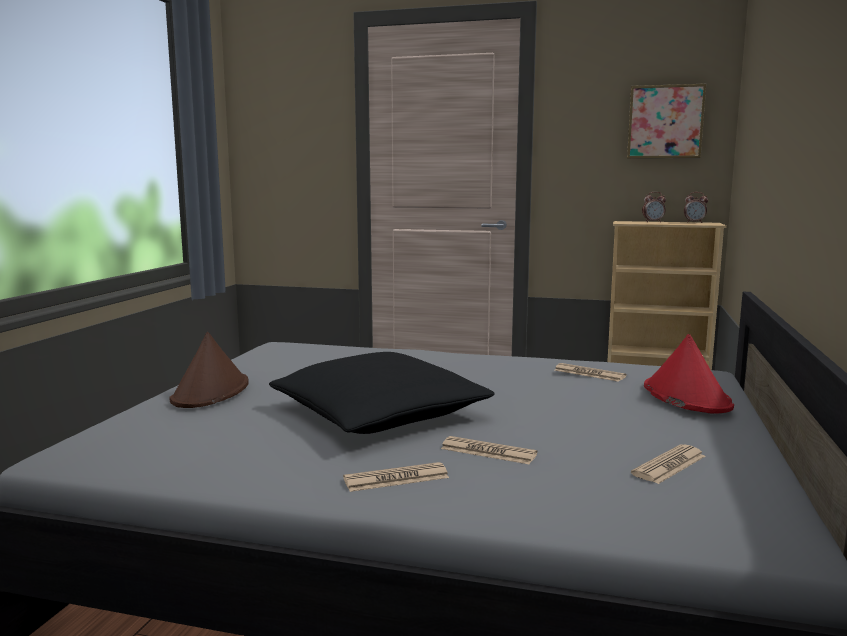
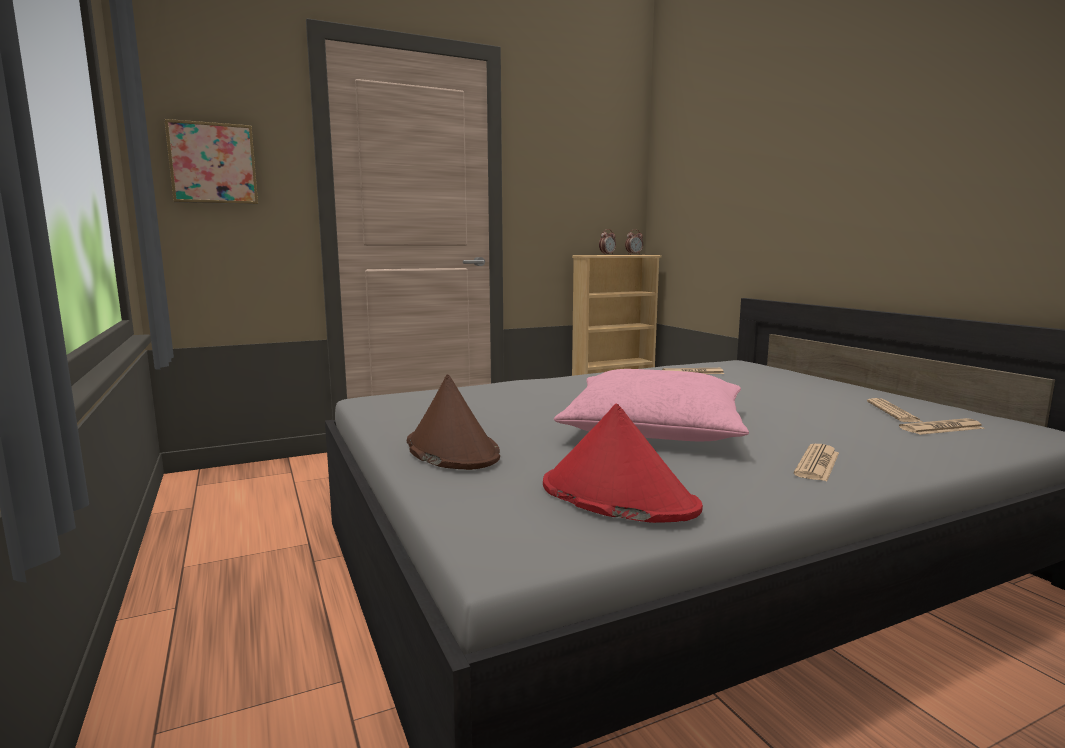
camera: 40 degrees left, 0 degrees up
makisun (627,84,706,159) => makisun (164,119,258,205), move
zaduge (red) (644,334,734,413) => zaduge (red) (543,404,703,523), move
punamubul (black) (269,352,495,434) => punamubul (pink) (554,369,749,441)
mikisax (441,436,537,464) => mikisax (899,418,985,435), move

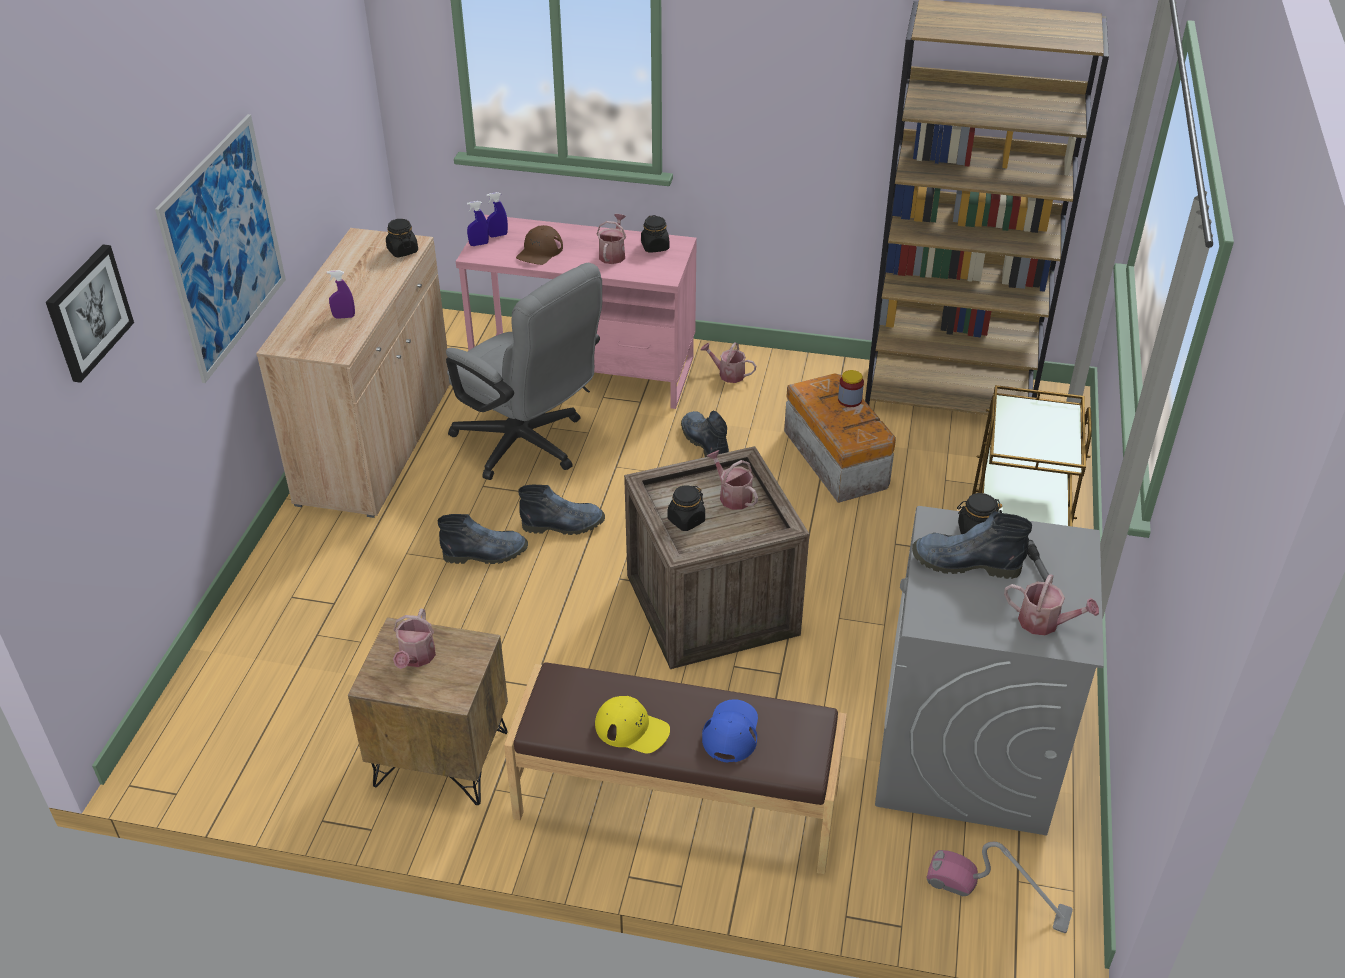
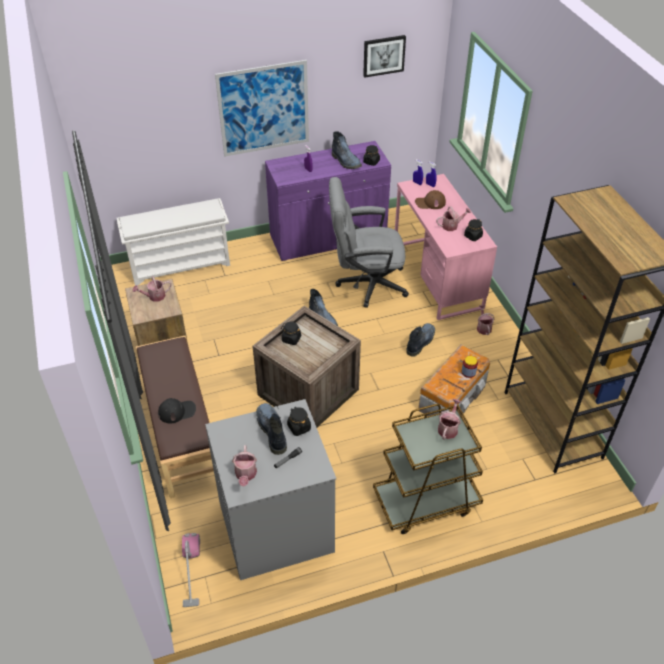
camera: 60 degrees right, 5 degrees up
nothing => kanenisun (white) (117,198,230,285)
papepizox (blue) (702,699,758,763) => papepizox (black) (158,398,196,423)
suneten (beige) (256,228,450,518) => suneten (purple) (265,141,391,261)
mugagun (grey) (446,263,602,480) => mugagun (grey) (329,177,409,308), 75 degrees clockwise
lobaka (438,514,528,564) => lobaka (332,131,362,169), move
makisun (46,244,134,383) => makisun (363,35,406,78), move
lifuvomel (707,450,758,510) => lifuvomel (438,399,461,439), move
papepizox (yellow) (595,696,670,753) => nothing

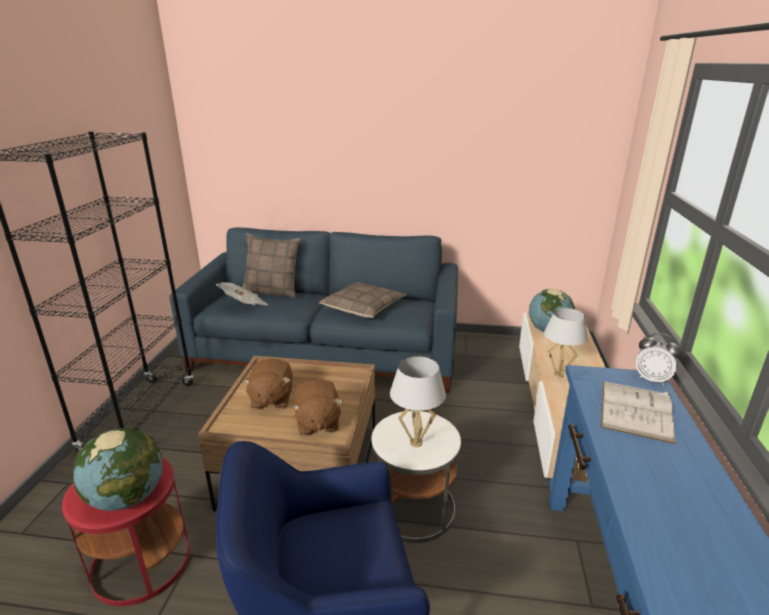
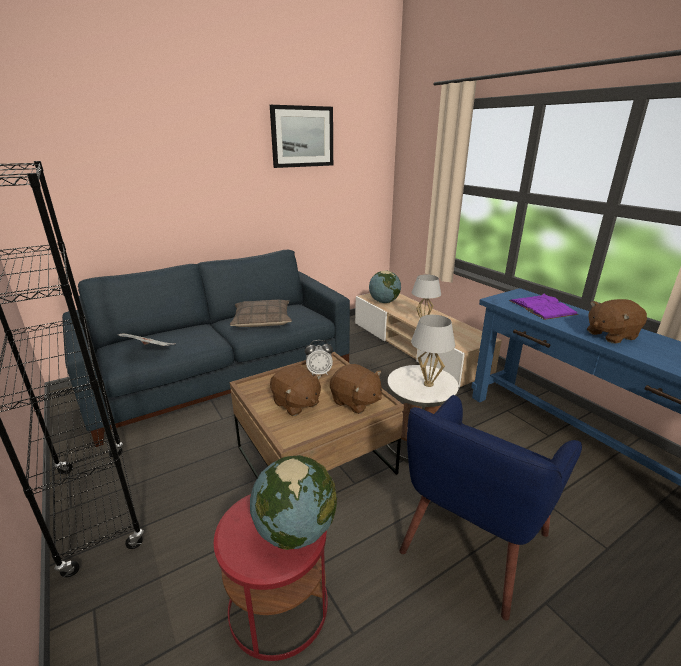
camera: 40 degrees left, 0 degrees up
nothing => makisun (270,105,333,168)
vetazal (635,333,683,386) => vetazal (305,340,333,375), move
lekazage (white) (601,381,676,444) => lekazage (purple) (509,294,578,320)
nothing => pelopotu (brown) (587,299,647,344)
punamubul (242,233,301,298) => nothing

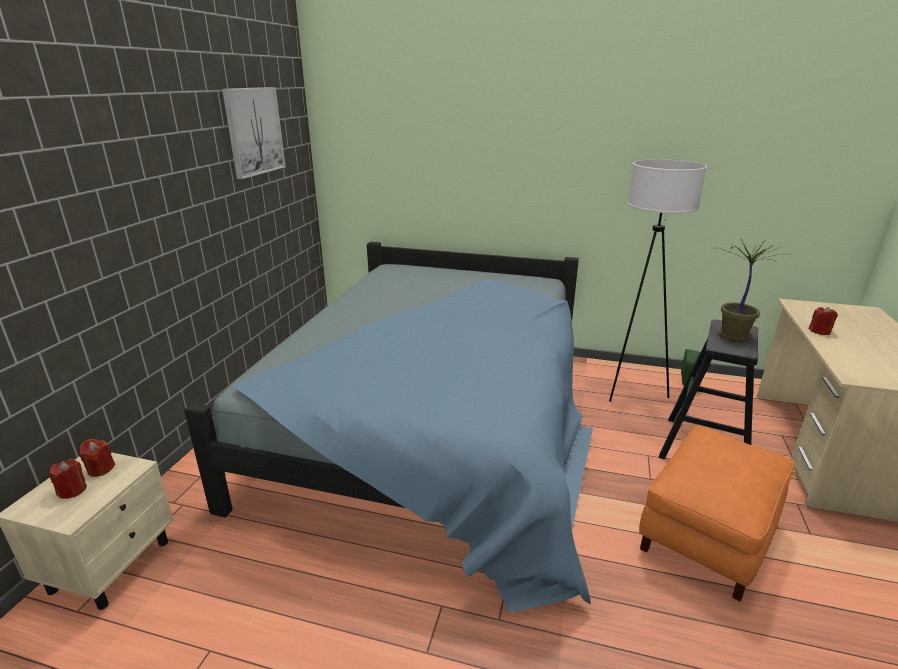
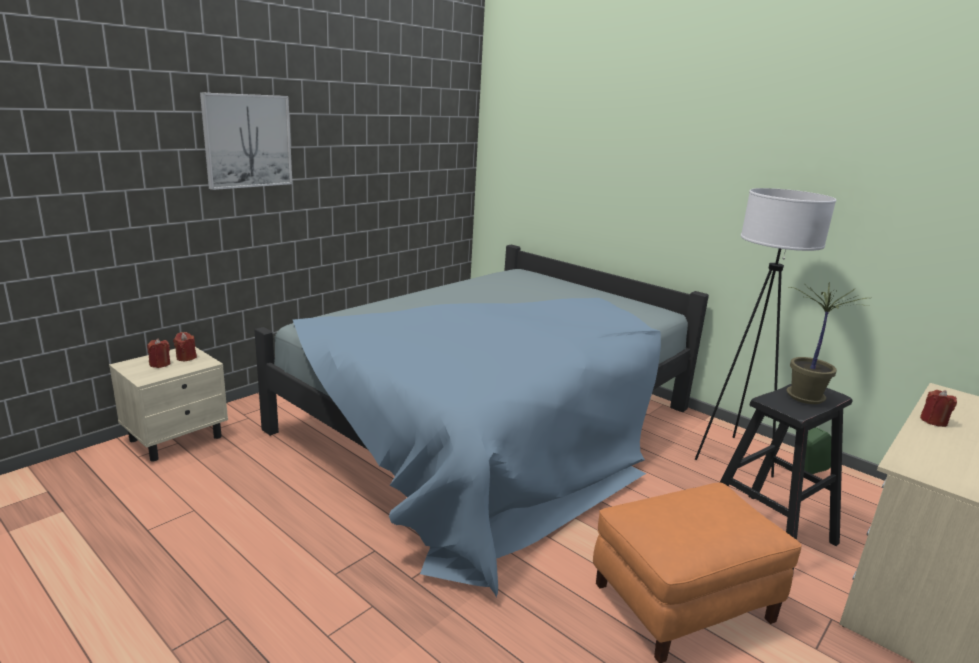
camera: 25 degrees right, 5 degrees down
makisun (222,87,286,179) => makisun (200,92,292,190), move

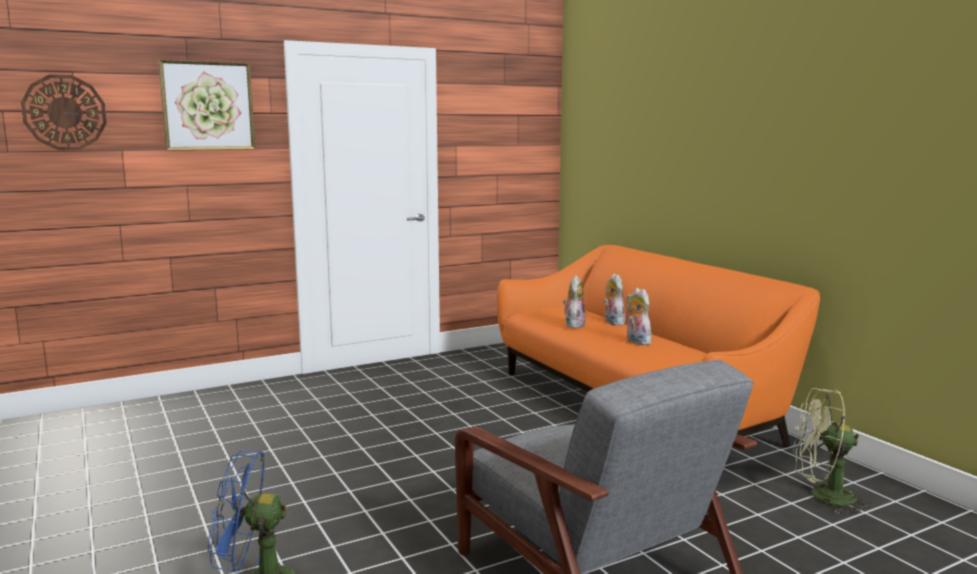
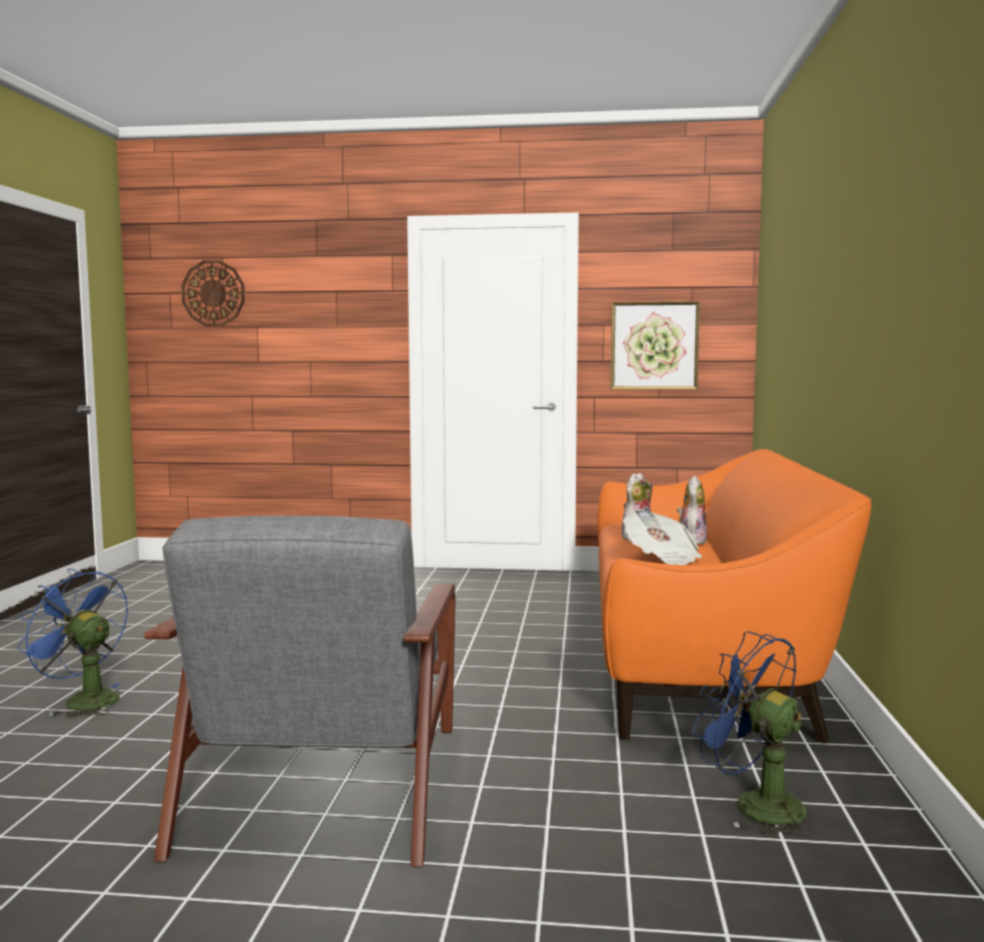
camera: 35 degrees right, 5 degrees down
makisun (158,60,255,151) => makisun (611,301,700,390), move
pelopotu (626,288,652,345) => mikisax (623,509,702,565)
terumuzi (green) (793,388,873,514) => terumuzi (blue) (692,631,815,836)

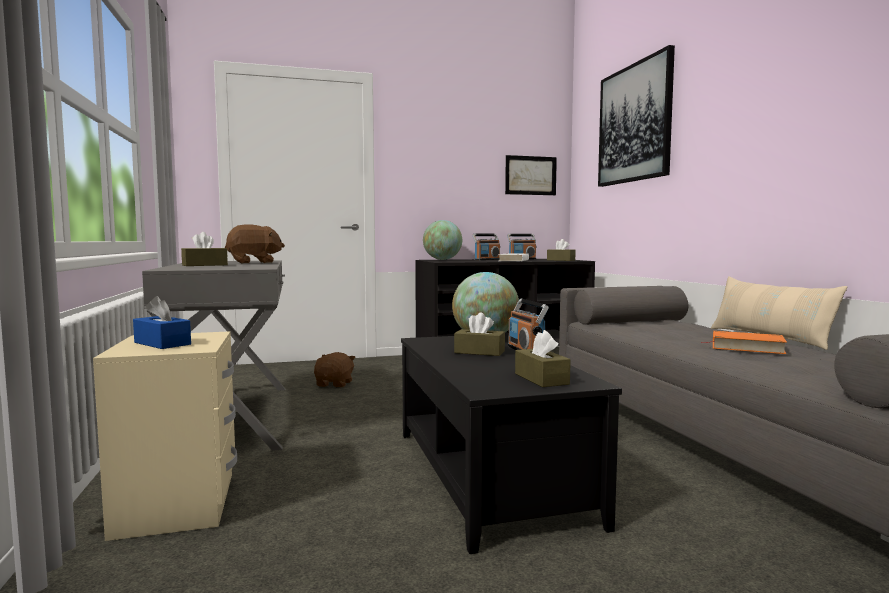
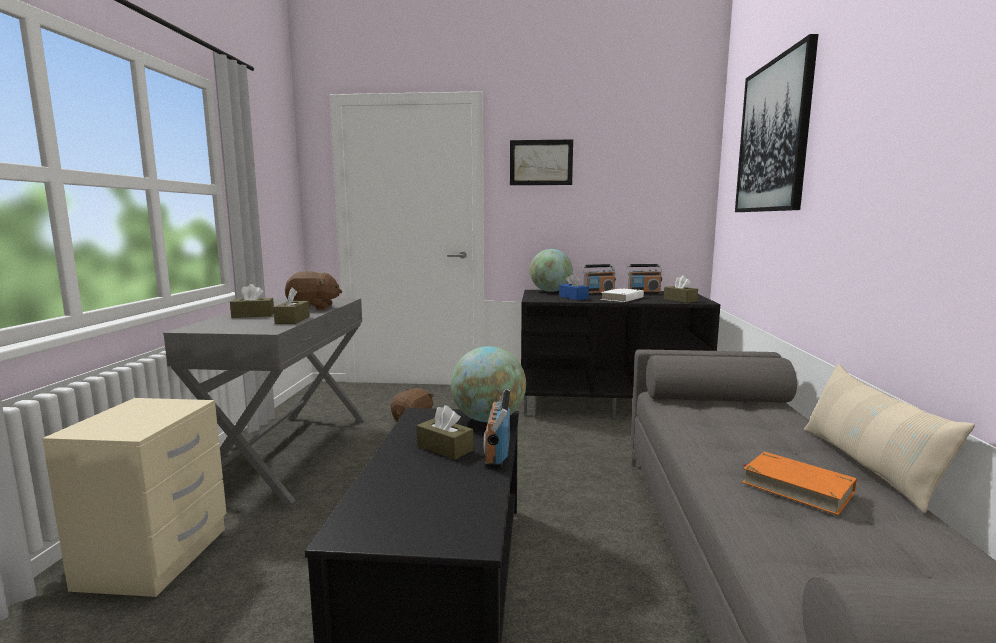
camera: 20 degrees right, 5 degrees up
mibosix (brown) (515,330,571,387) => mibosix (brown) (273,288,310,324), move
makisun (505,155,557,195) => makisun (510,140,573,185), move
mibosix (blue) (133,296,191,349) => mibosix (blue) (559,274,589,300), move

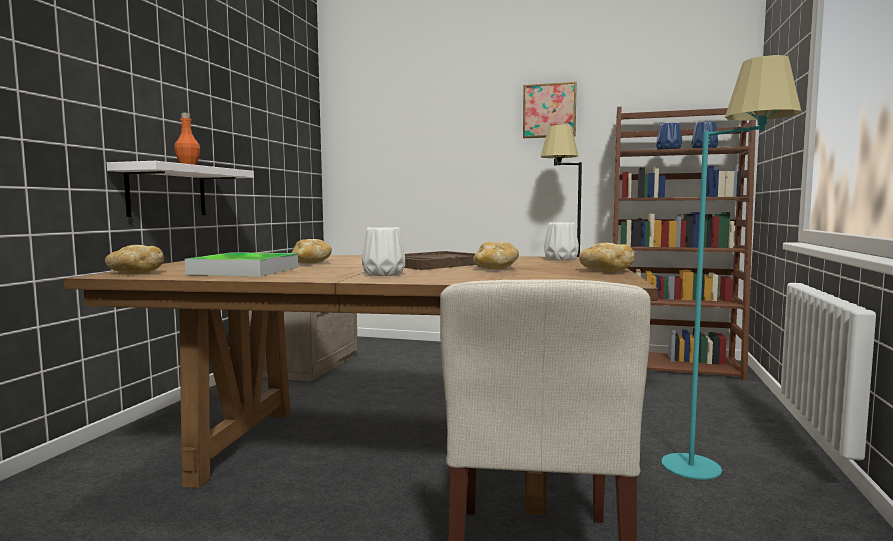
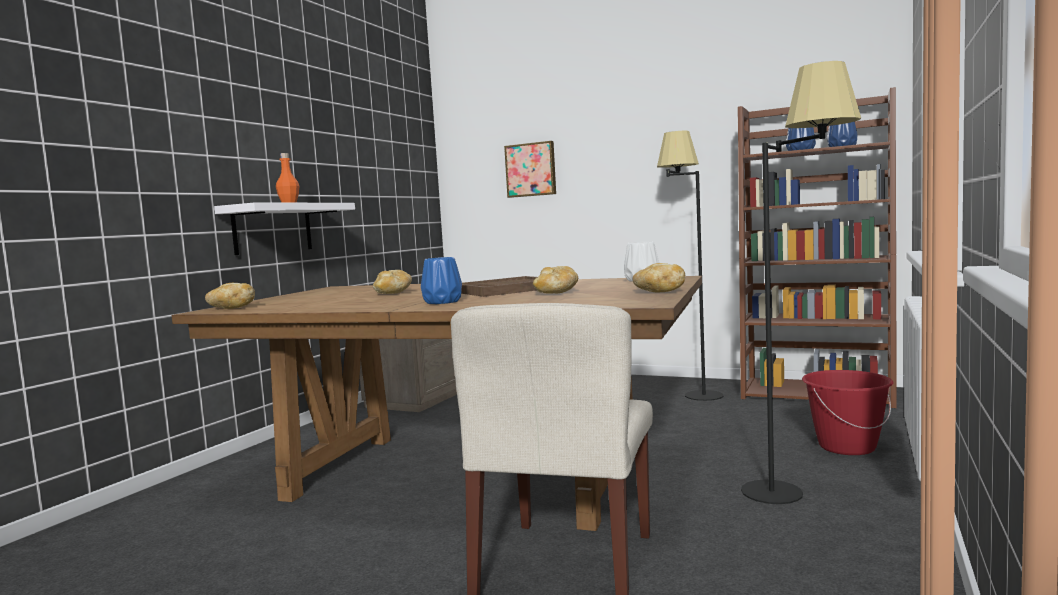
camera: 10 degrees right, 0 degrees up
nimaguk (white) (362,227,405,276) => nimaguk (blue) (421,257,462,304)
makisun (523,82,577,138) => makisun (504,141,556,198), move
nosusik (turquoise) (661,55,802,480) => nosusik (black) (741,61,861,504)
nothing => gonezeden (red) (802,370,893,455)
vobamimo (185,252,298,277) => nothing

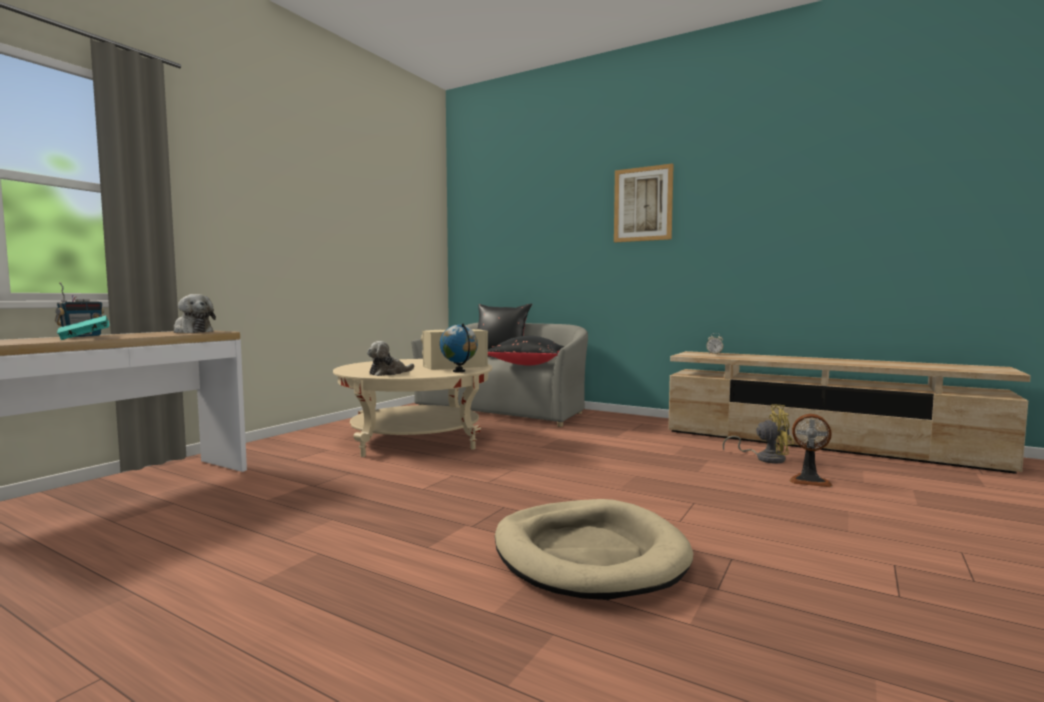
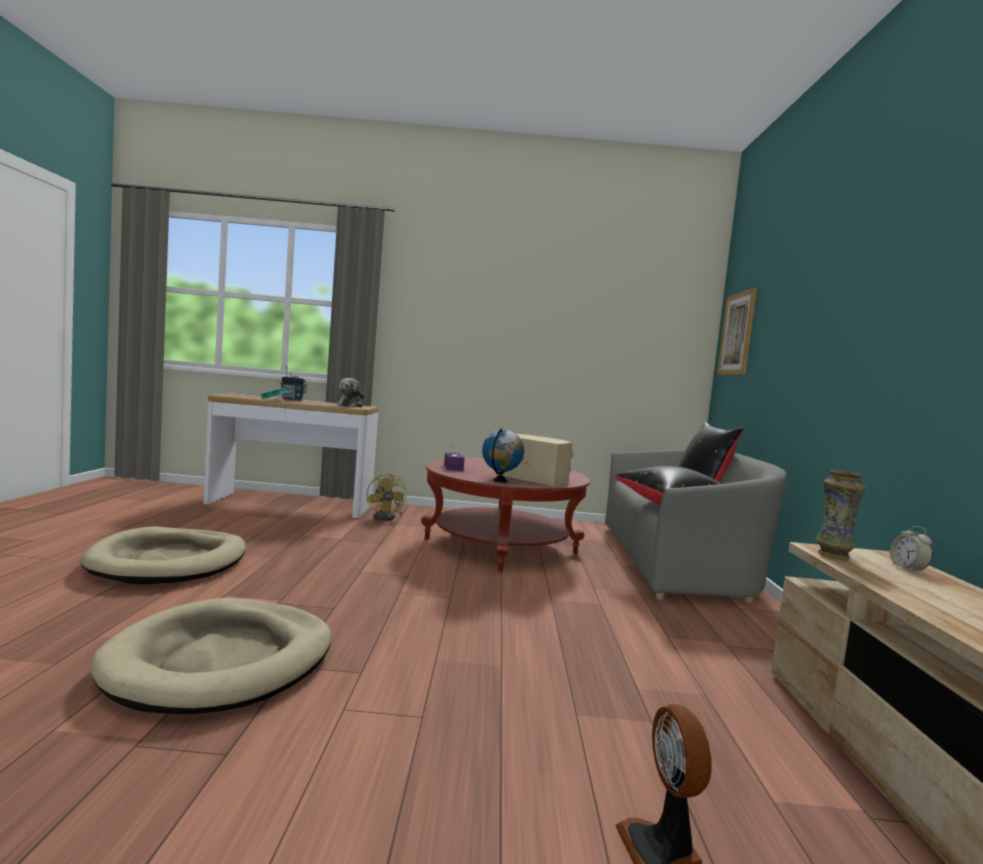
camera: 60 degrees right, 0 degrees up
nothing => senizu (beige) (80,527,245,584)
terumuzi (yellow) (722,404,794,463) => terumuzi (yellow) (367,473,407,521), move
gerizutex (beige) (333,359,492,457) => gerizutex (red) (421,457,590,572)
pelopotu (367,341,414,376) => mibosix (purple) (444,442,465,471)
makisun (614,163,674,242) => makisun (717,288,757,375), move
nothing => nimaguk (816,470,866,559)

